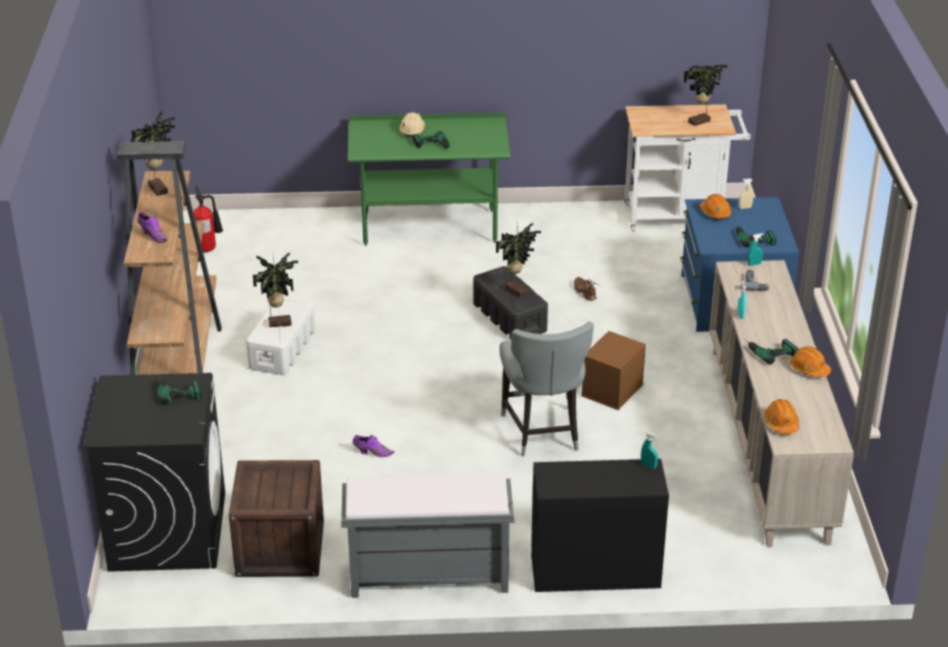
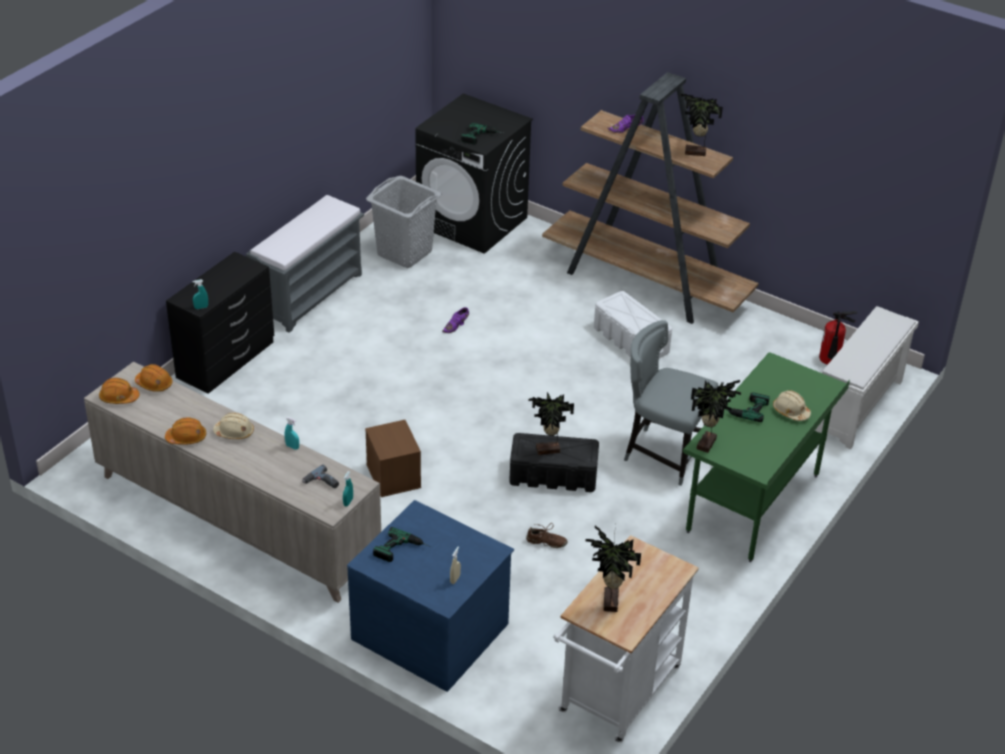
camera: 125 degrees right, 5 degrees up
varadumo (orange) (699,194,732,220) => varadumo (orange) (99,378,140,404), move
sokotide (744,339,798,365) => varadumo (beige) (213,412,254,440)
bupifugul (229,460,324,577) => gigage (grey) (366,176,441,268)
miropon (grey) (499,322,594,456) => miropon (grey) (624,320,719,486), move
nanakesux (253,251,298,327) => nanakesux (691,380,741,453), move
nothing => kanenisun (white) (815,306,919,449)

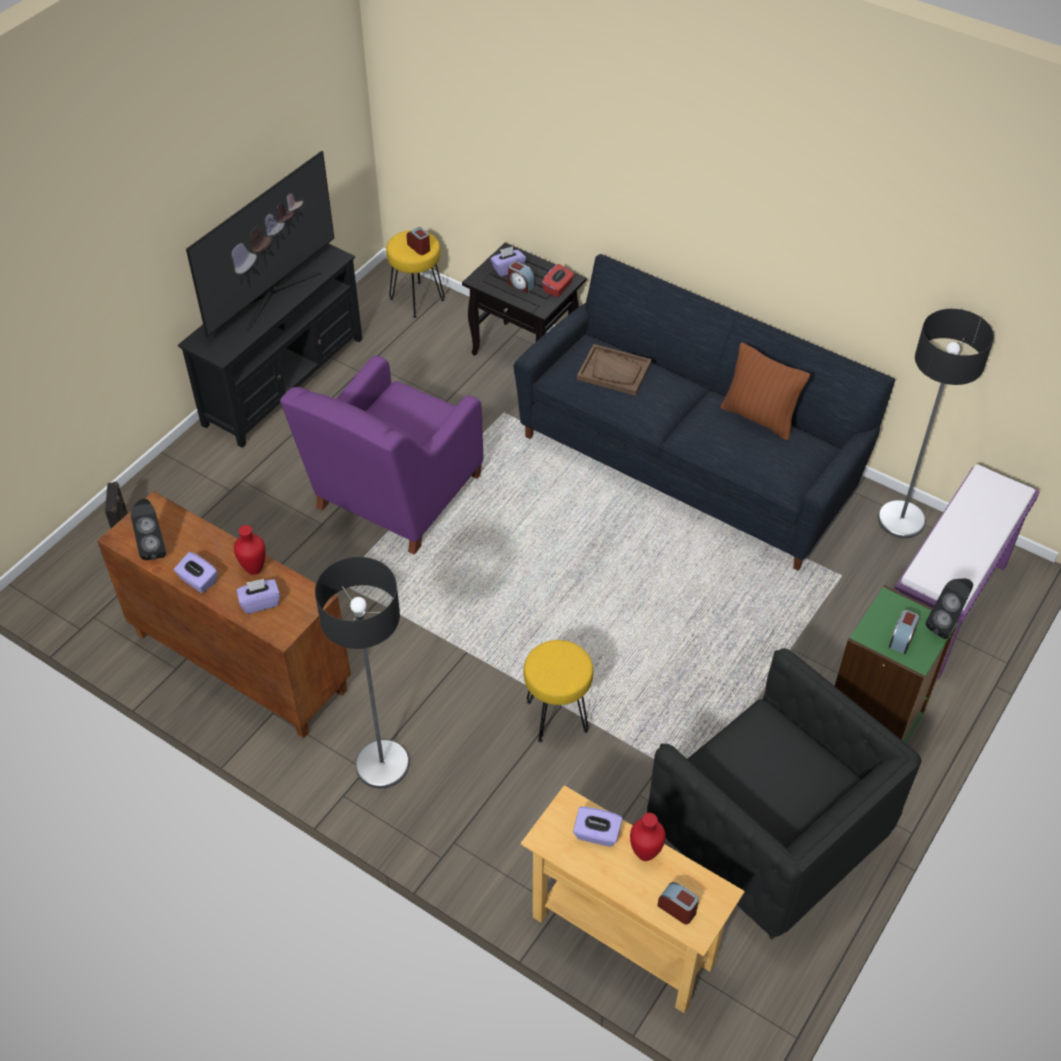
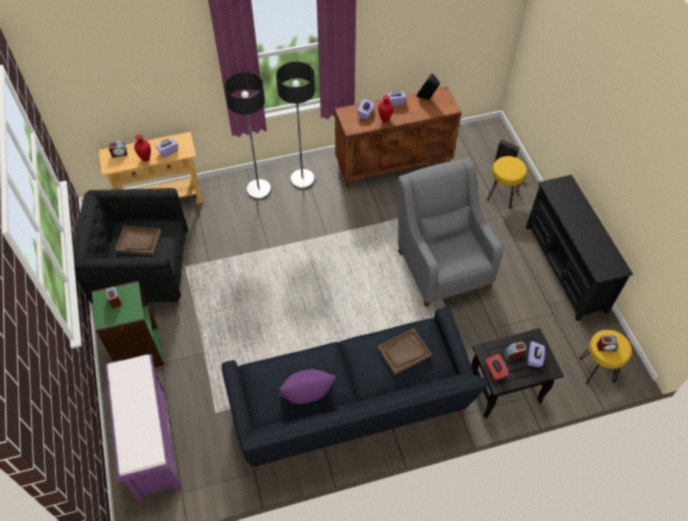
camera: 130 degrees right, 5 degrees up
nothing => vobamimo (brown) (115,226,162,255)
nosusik (878,309,994,538) => nosusik (224,72,272,200), move
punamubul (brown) (720,343,810,440) => punamubul (purple) (279,369,336,404)
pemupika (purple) (280,356,483,555) => pemupika (grey) (398,158,503,307)
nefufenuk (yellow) (523,640,593,743) => nefufenuk (yellow) (487,156,527,209), move
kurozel (186,151,334,337) => nothing
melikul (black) (926,578,973,639) => nothing

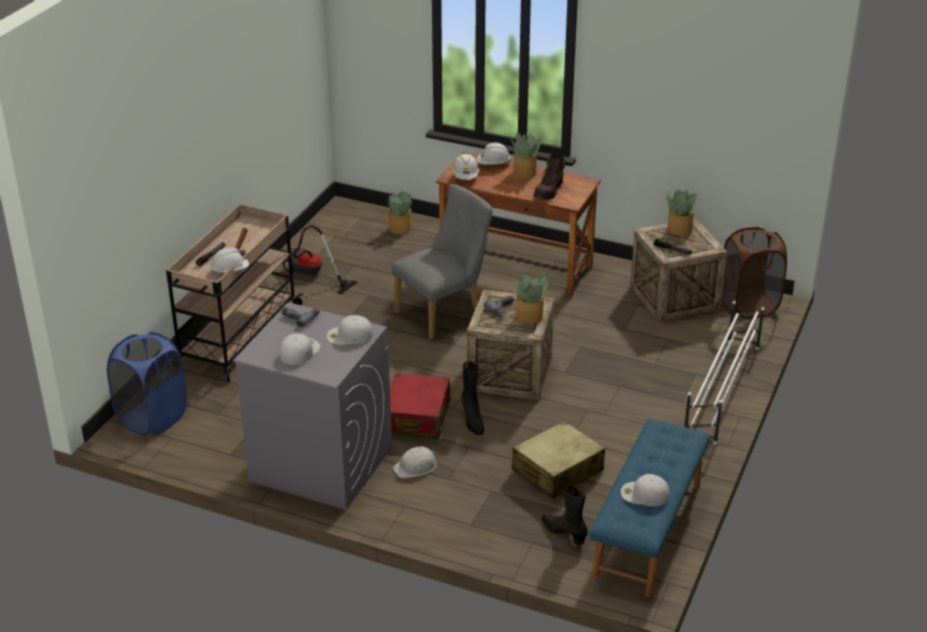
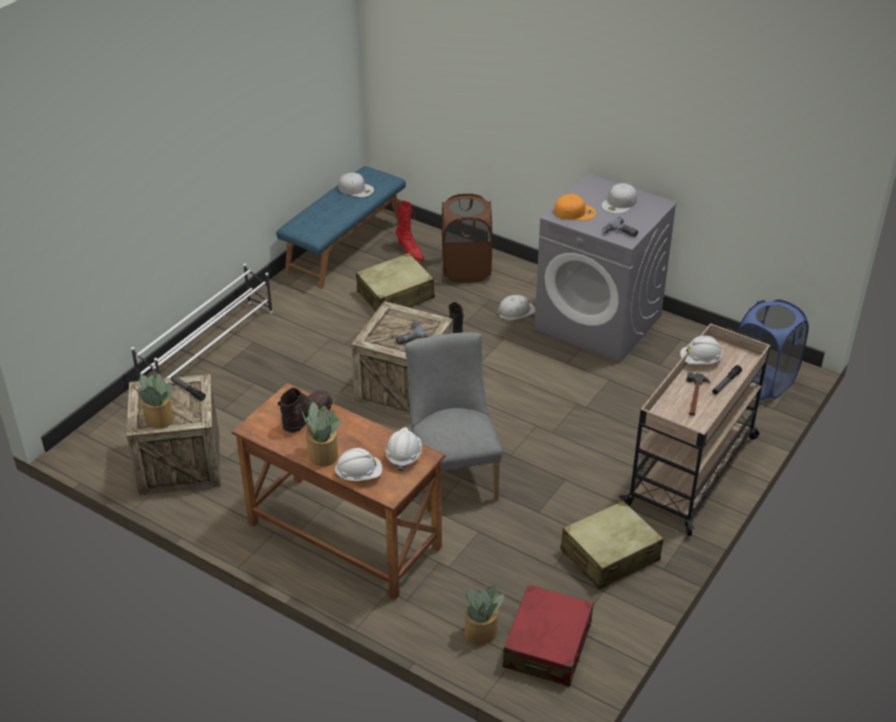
camera: 170 degrees left, 5 degrees up
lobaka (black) (542,485,588,545) => lobaka (red) (396,200,424,262)
miropon (grey) (392,184,493,339) => miropon (grey) (405,332,503,512), 105 degrees clockwise
gigage (brown) (721,227,787,318) => gigage (brown) (442,194,492,283), move
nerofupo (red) (390,373,451,439) => nerofupo (red) (503,585,594,687), move
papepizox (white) (327,315,373,345) => papepizox (orange) (554,194,596,220)
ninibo (283,225,357,295) => nerofupo (beige) (561,500,664,590)
nanakesux (516,275,549,324) => nothing

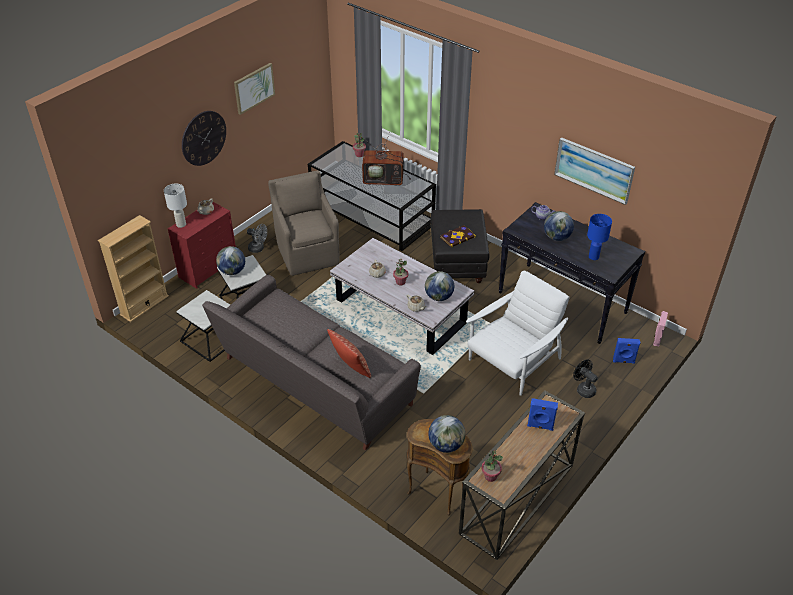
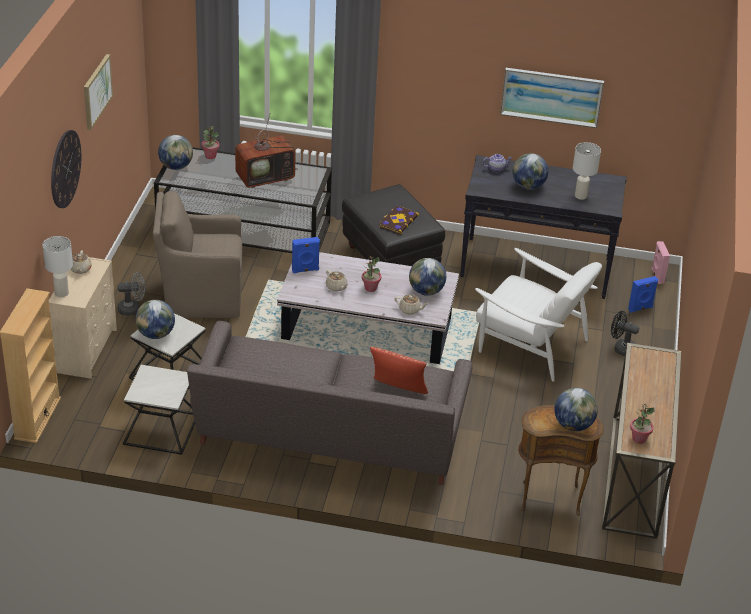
camera: 30 degrees left, 5 degrees down
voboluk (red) (167,201,236,289) => voboluk (beige) (49,257,117,379)
pemupika (brown) (268,170,340,276) => pemupika (brown) (153,191,242,318), 45 degrees counterclockwise
nothing => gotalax (158,135,193,170)
melikul (blue) (527,398,558,431) => melikul (blue) (292,237,320,273), move
pemupika (white) (466,270,570,396) => pemupika (white) (475,248,602,382), 105 degrees clockwise
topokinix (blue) (587,214,612,260) => topokinix (white) (573,142,601,200)

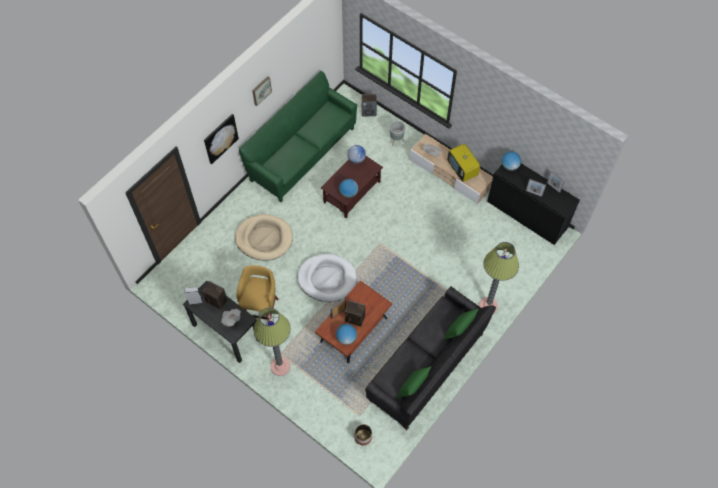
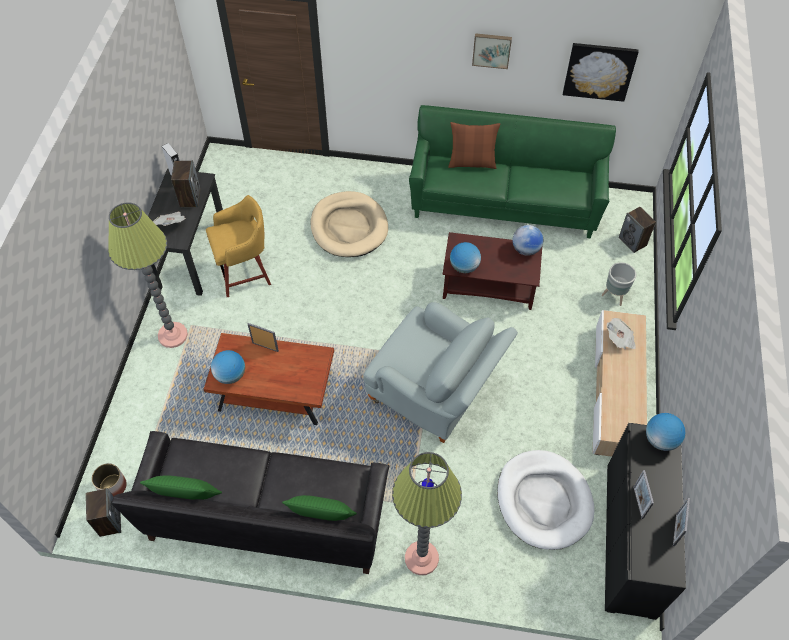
camera: 60 degrees right, 5 degrees down
melikul (345,300,365,327) => melikul (86,488,121,537), move
nothing => pemupika (grey) (363,302,518,443)
nothing => punamubul (brown) (448,122,501,169)
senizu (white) (298,254,357,302) => senizu (white) (497,450,594,550), move
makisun (204,114,239,164) => makisun (563,43,639,102), move
kurozel (447,144,480,182) => nothing

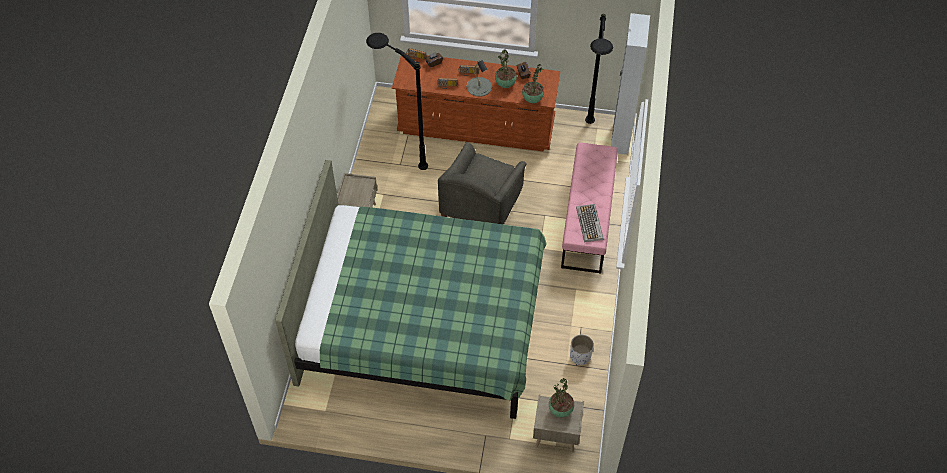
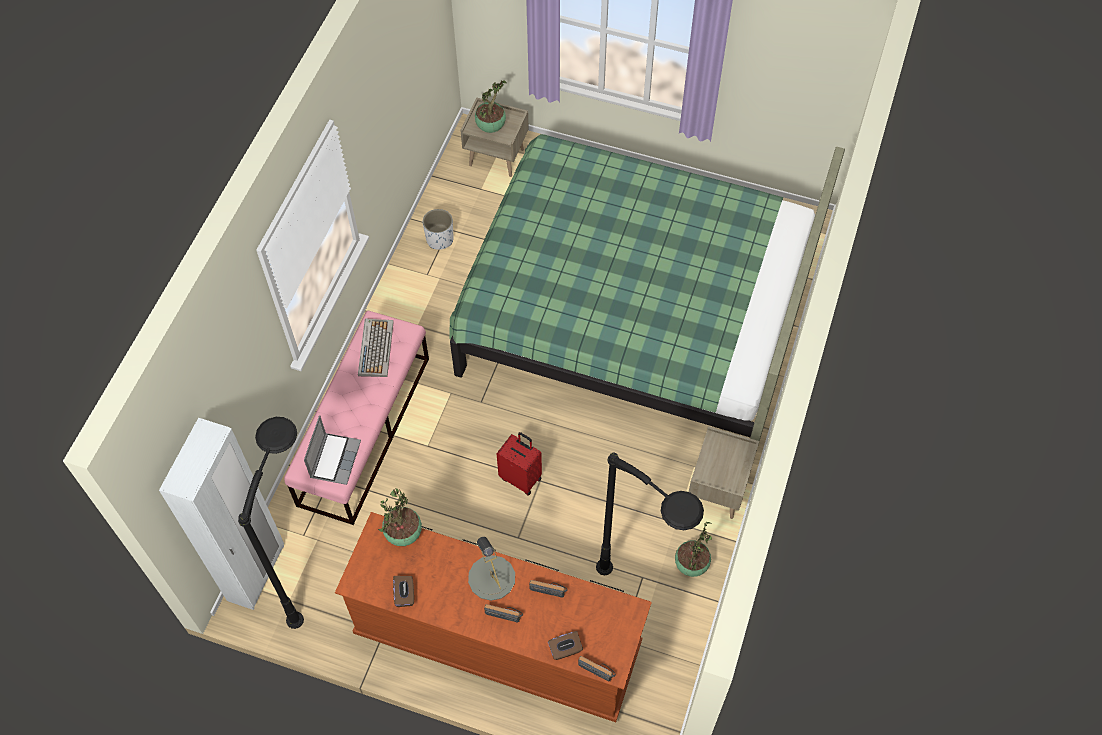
camera: 170 degrees left, 5 degrees up
nothing => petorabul (304,415,361,485)
pemupika (grey) (438,142,527,225) => nerofupo (red) (497,432,542,496)
nanakesux (495,49,517,88) => nanakesux (675,522,712,577), move

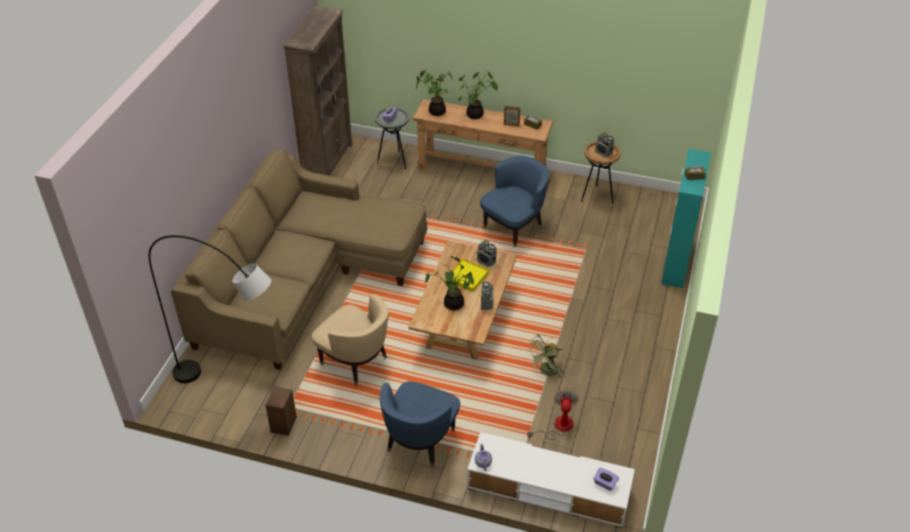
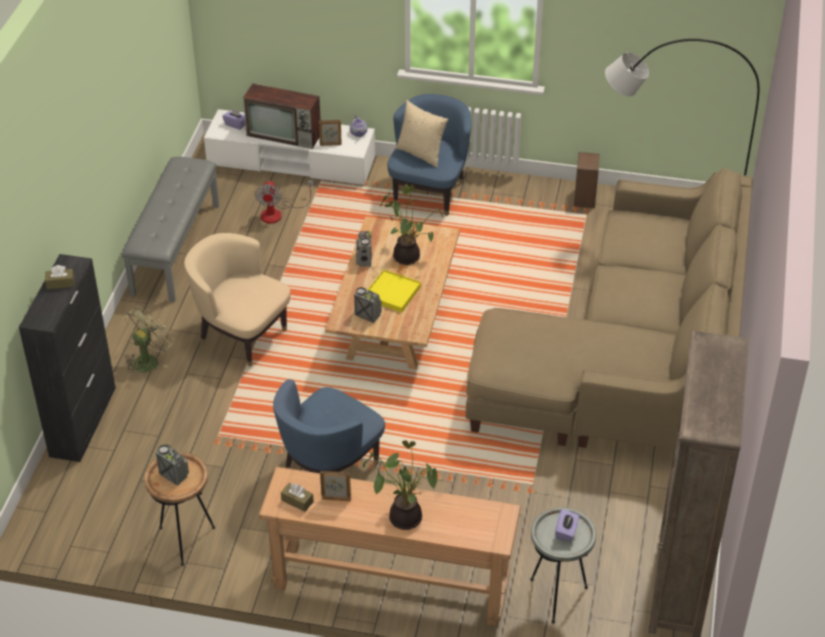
camera: 175 degrees right, 0 degrees up
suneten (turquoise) (661,149,711,288) => suneten (black) (19,254,116,462)
nothing => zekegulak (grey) (122,157,219,302)
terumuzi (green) (527,334,566,378) => terumuzi (green) (125,306,174,373), move
pemupika (beige) (311,294,389,386) => pemupika (beige) (184,233,291,366), move
nothing => kurozel (243,83,321,149)
nothing => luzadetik (319,120,342,146)
nothing => punamubul (beige) (396,100,448,168)
nanakesux (416,70,453,116) => nothing

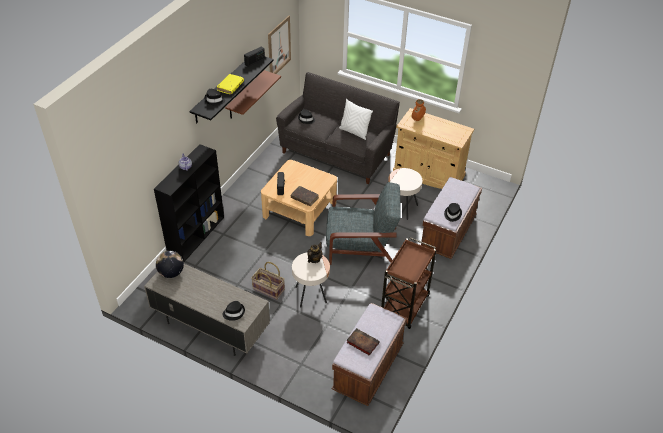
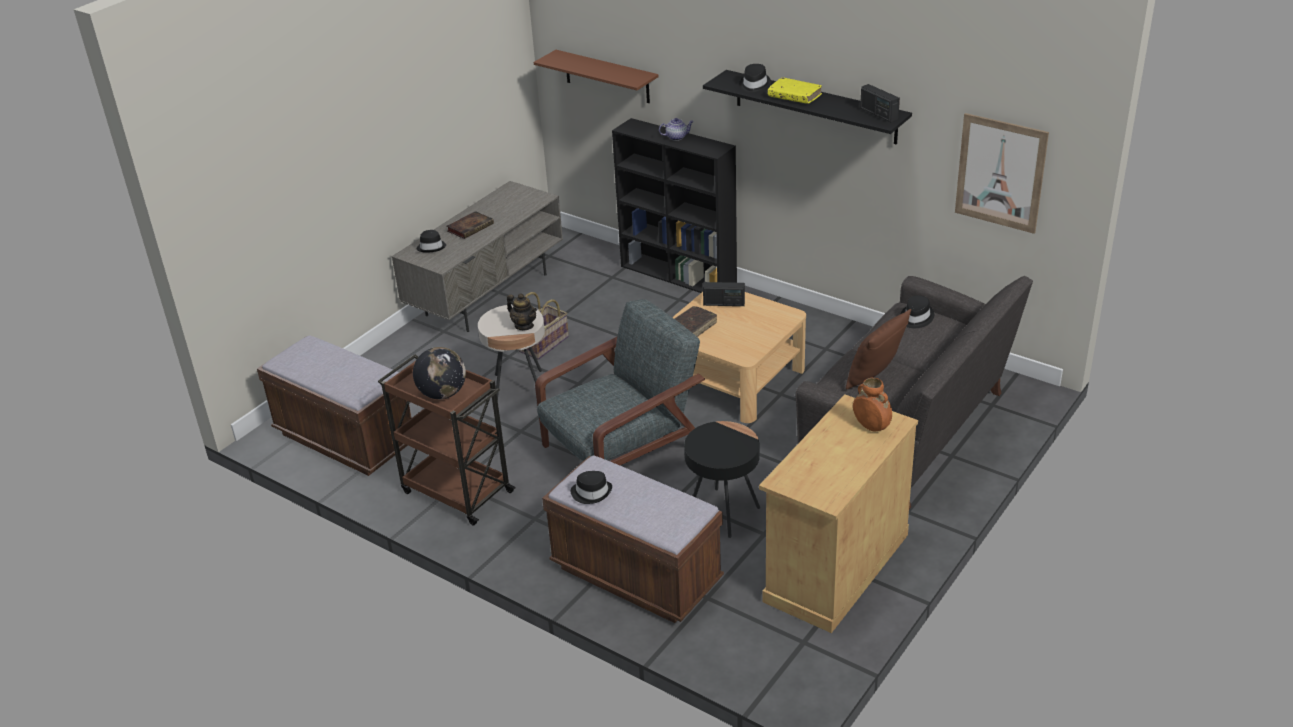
camera: 100 degrees right, 10 degrees down
gotalax (156,251,184,278) => gotalax (413,347,466,399), move
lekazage (346,328,380,356) => lekazage (446,211,494,239), move
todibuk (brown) (225,70,281,119) => todibuk (brown) (534,50,659,103), move
pemupika (grey) (326,182,401,265) => pemupika (grey) (535,299,705,465), 135 degrees counterclockwise
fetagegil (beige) (388,168,423,220) => fetagegil (black) (684,421,760,538)
punamubul (white) (339,99,373,140) => punamubul (brown) (846,309,911,389)

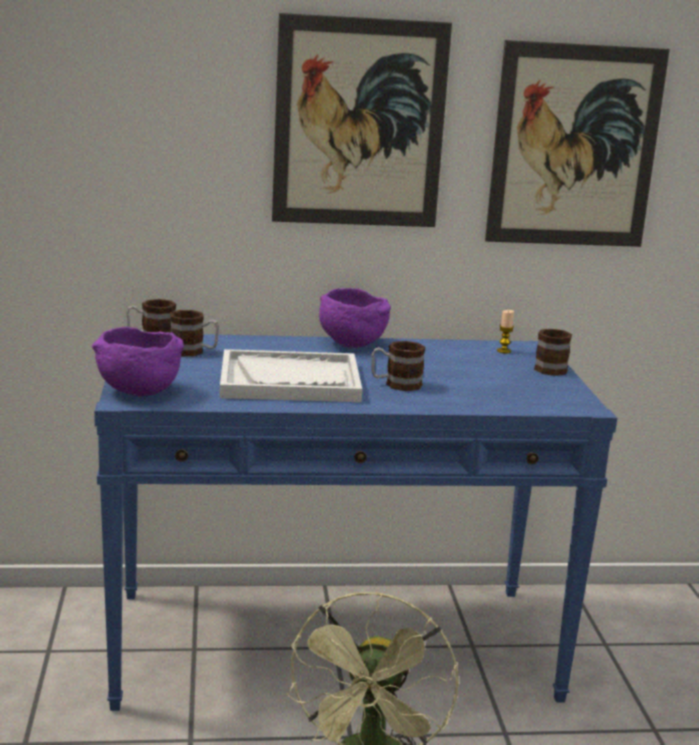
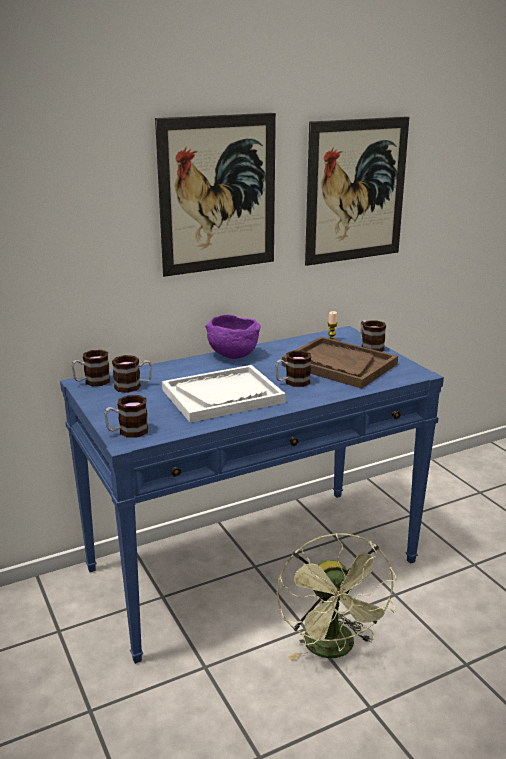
camera: 20 degrees left, 5 degrees up
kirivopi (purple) (92,327,184,396) => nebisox (104,395,149,438)
nothing => vobamimo (brown) (282,337,398,389)

